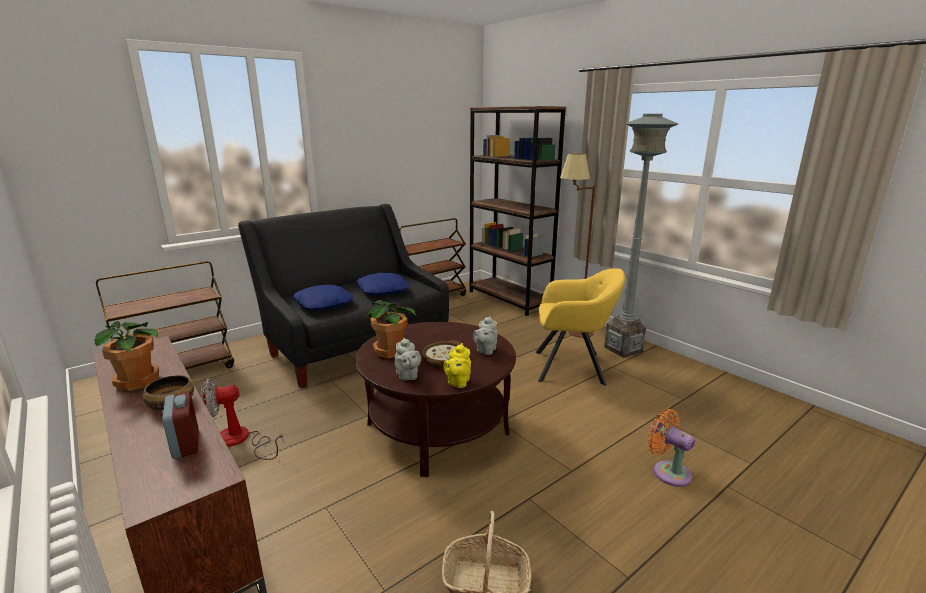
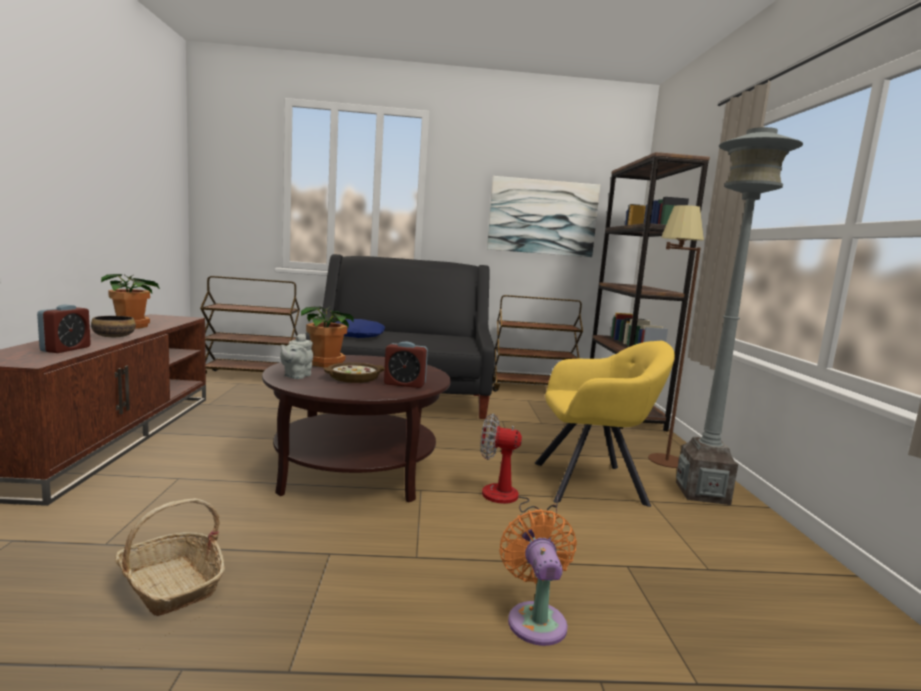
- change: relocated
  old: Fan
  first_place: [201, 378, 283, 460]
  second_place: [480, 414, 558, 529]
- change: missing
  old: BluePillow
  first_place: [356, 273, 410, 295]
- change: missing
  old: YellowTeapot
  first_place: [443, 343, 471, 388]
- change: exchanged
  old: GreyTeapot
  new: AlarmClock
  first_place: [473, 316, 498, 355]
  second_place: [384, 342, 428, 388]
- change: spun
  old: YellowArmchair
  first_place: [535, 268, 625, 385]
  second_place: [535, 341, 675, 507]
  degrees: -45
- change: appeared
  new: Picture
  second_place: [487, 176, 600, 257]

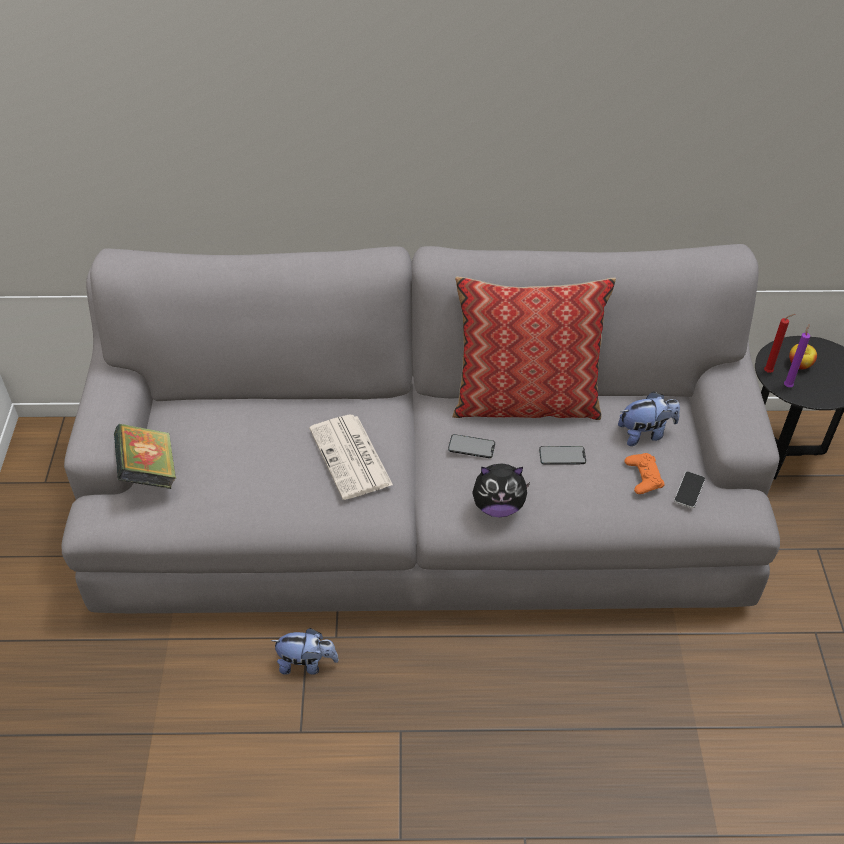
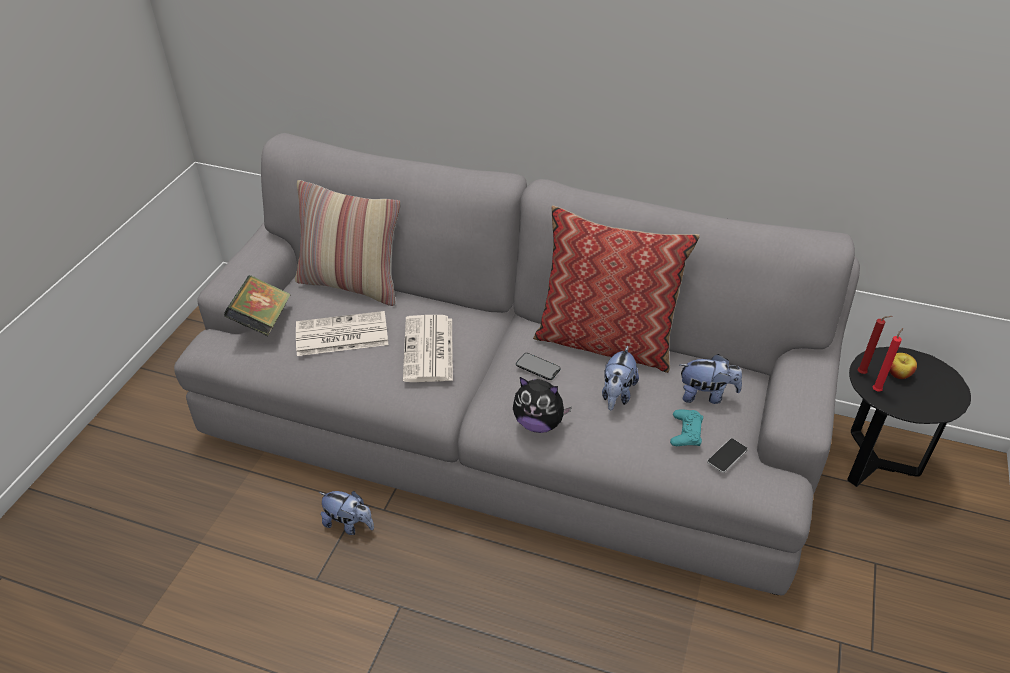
- change: exchanged
  old: Phone
  new: PlushToy
  first_place: [539, 446, 586, 465]
  second_place: [602, 346, 639, 410]
- change: colour
  old: OrangeGameController
  new: TurquoiseGameController
  first_place: [625, 453, 665, 494]
  second_place: [670, 409, 703, 446]
- change: colour
  old: PurpleCandle
  new: RedCandle
  first_place: [784, 324, 810, 387]
  second_place: [873, 328, 903, 392]
- change: appeared
  new: Pillow
  second_place: [295, 180, 401, 306]
- change: appeared
  new: Newspaper
  second_place: [296, 311, 389, 356]

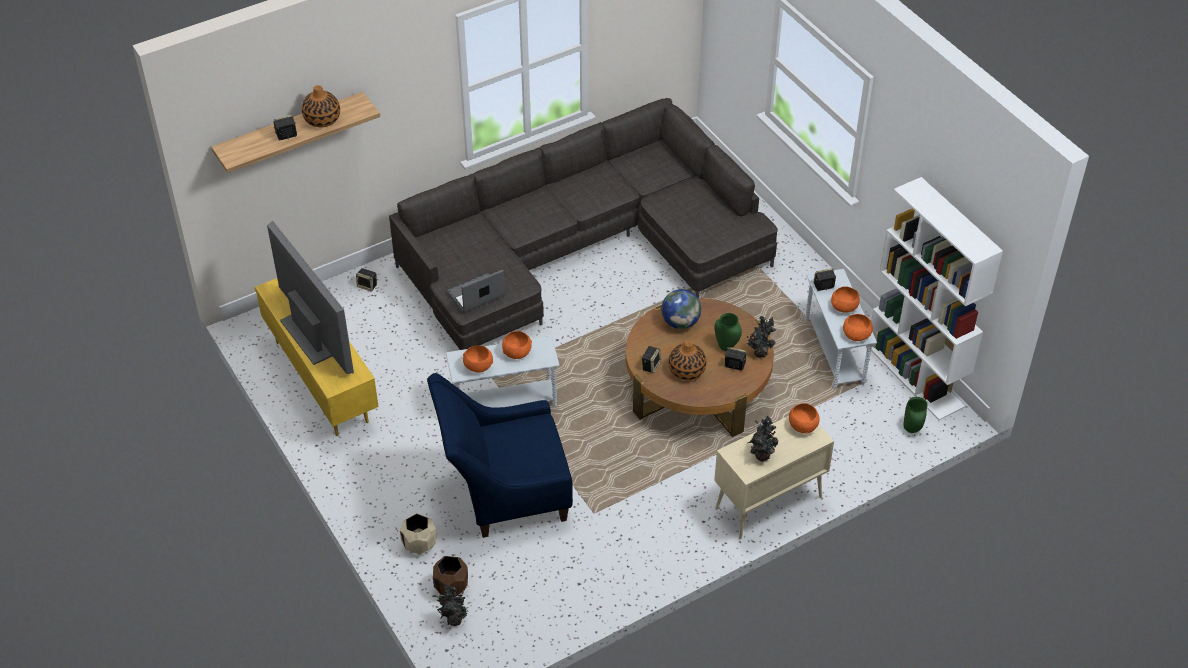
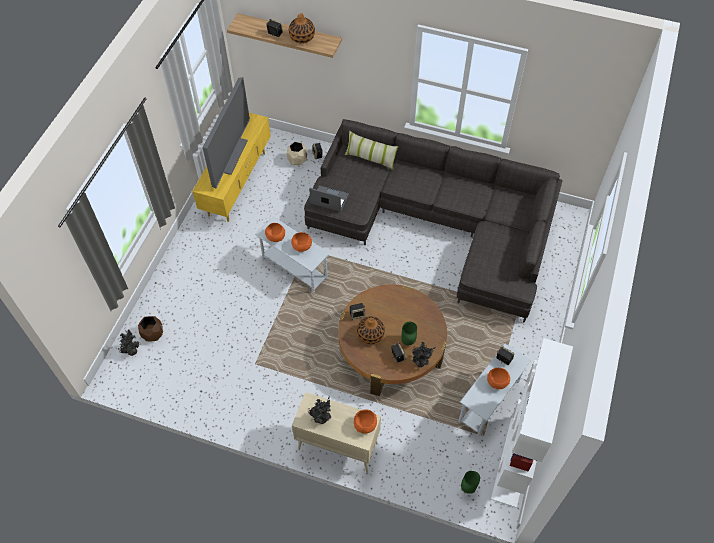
- change: relocated
  old: BeigePlanter
  first_place: [400, 513, 437, 555]
  second_place: [287, 142, 307, 166]
- change: missing
  old: BlueArmchair
  first_place: [427, 373, 573, 538]
- change: missing
  old: Globe
  first_place: [661, 289, 701, 329]
- change: missing
  old: OrangeBowl
  first_place: [843, 314, 873, 341]
- change: appeared
  new: Pillow
  second_place: [345, 131, 398, 170]

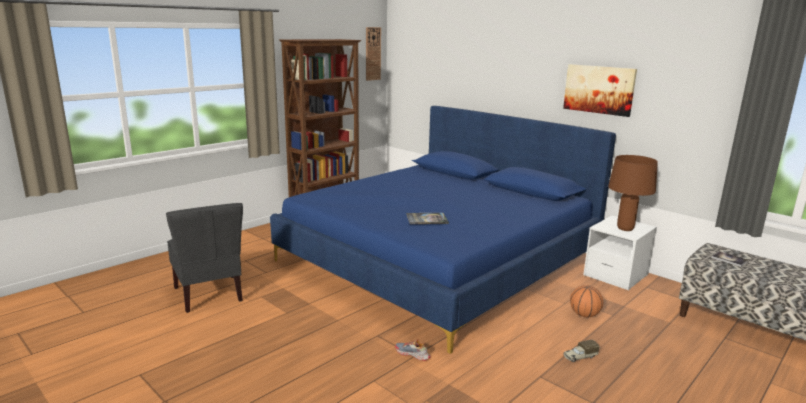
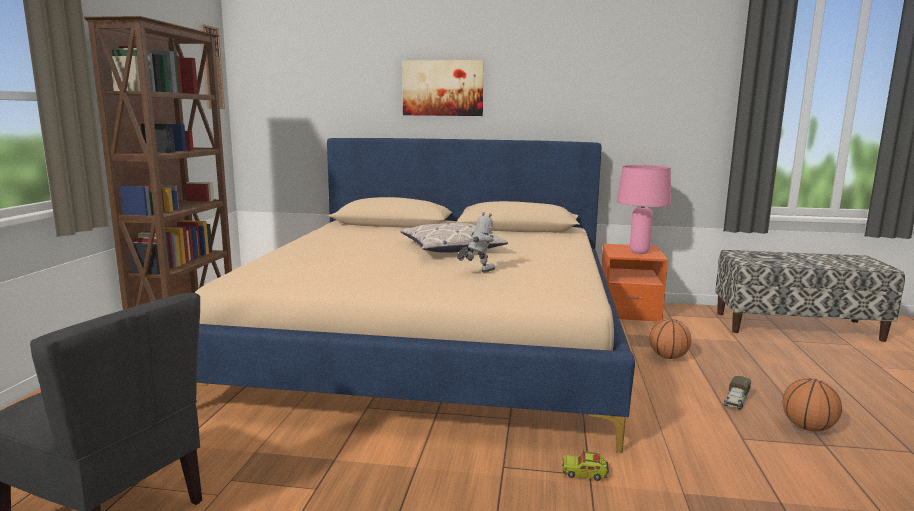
- change: colour
  old: BlueBed
  new: BeigeBed
  first_place: [270, 106, 616, 354]
  second_place: [195, 138, 635, 453]
- change: exchanged
  old: Shoe
  new: ToyTruck
  first_place: [395, 339, 431, 361]
  second_place: [562, 448, 609, 481]
- change: exchanged
  old: Book
  new: ToyRobot
  first_place: [406, 213, 449, 224]
  second_place: [457, 212, 495, 272]
- change: relocated
  old: Picture
  first_place: [563, 64, 637, 117]
  second_place: [402, 60, 484, 116]
- change: colour
  old: WhiteNightstand
  new: OrangeNightstand
  first_place: [583, 216, 657, 290]
  second_place: [601, 244, 668, 321]
- change: colour
  old: BrownTableLamp
  new: PinkTableLamp
  first_place: [608, 155, 658, 231]
  second_place: [617, 165, 671, 254]
- change: appeared
  new: Pillow
  second_place: [401, 222, 508, 253]
- change: appeared
  new: Basketball
  second_place: [783, 378, 842, 431]

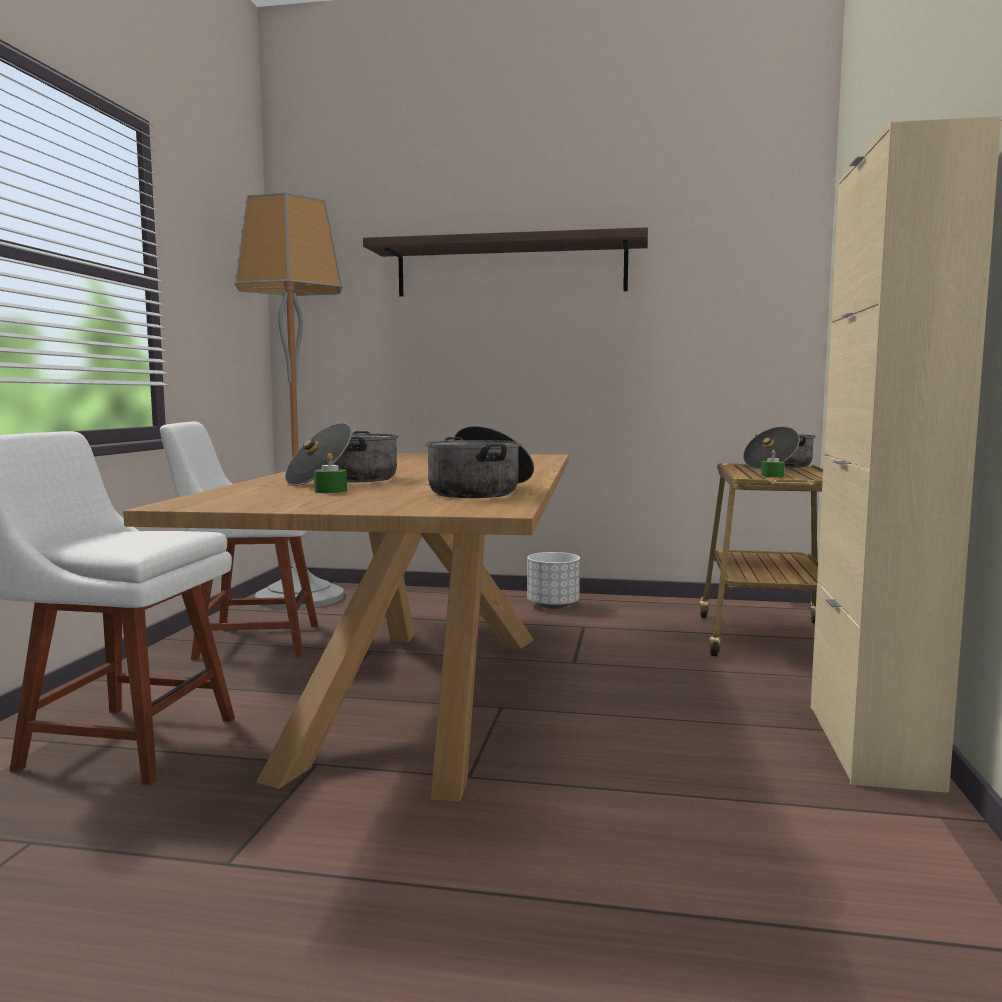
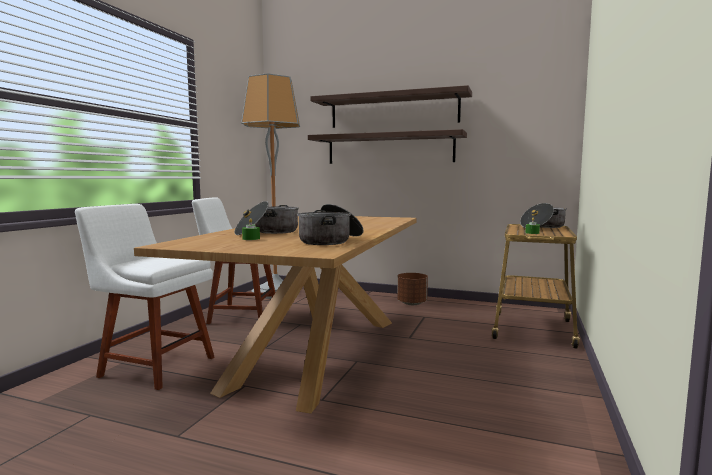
- change: colour
  old: WhitePlanter
  new: BrownPlanter
  first_place: [527, 552, 580, 609]
  second_place: [397, 273, 428, 305]
- change: missing
  old: BeigeCabinet
  first_place: [811, 116, 1001, 793]
- change: appeared
  new: Shelf
  second_place: [308, 129, 467, 164]

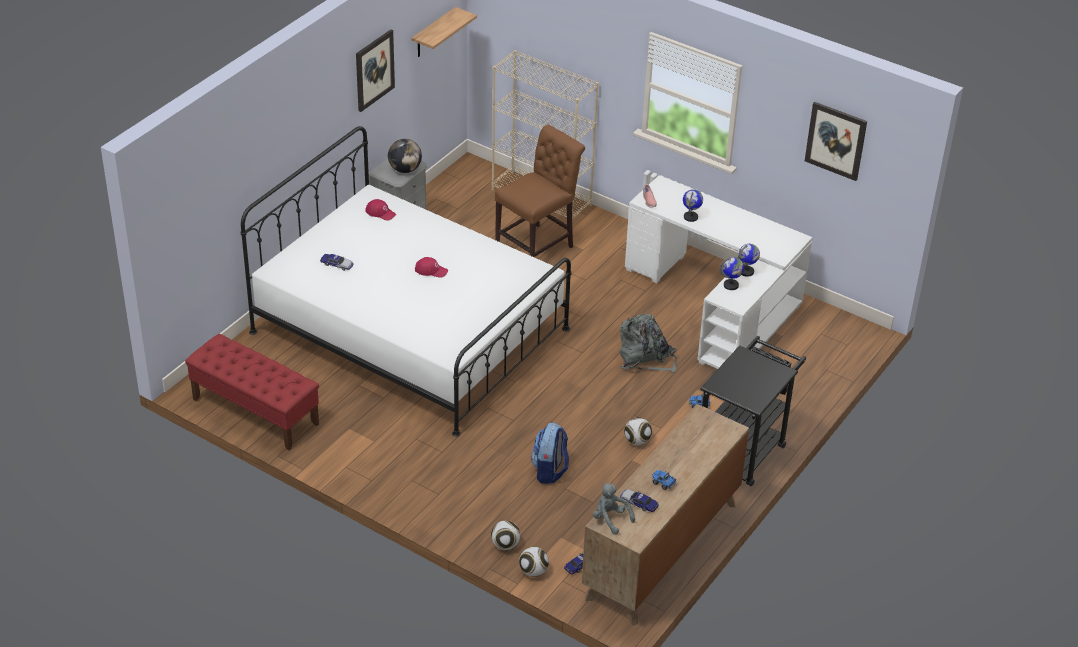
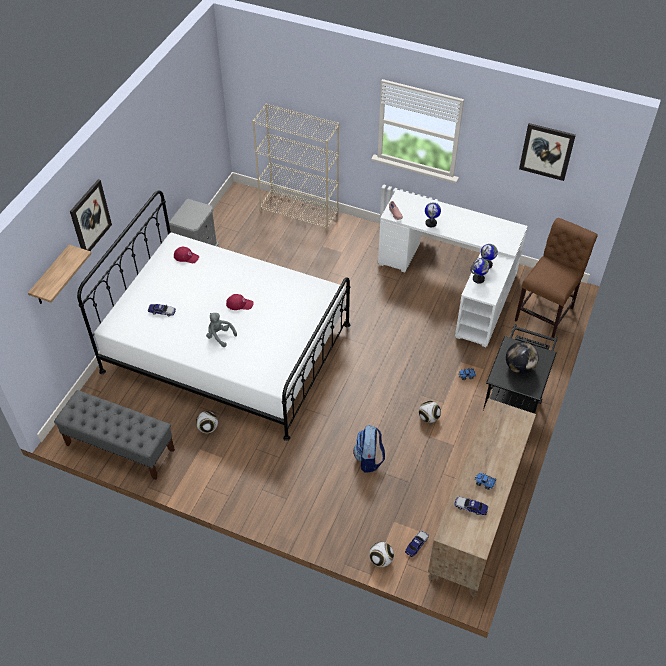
- change: colour
  old: RedBench
  new: GreyBench
  first_place: [185, 334, 319, 451]
  second_place: [54, 390, 175, 480]
- change: relocated
  old: Picture
  first_place: [356, 30, 395, 112]
  second_place: [70, 179, 112, 251]
- change: relocated
  old: Globe
  first_place: [388, 139, 422, 173]
  second_place: [506, 342, 539, 374]
- change: relocated
  old: Shelf
  first_place: [412, 7, 477, 57]
  second_place: [28, 245, 91, 304]
- change: relocated
  old: Football
  first_place: [491, 520, 520, 550]
  second_place: [196, 411, 218, 433]
- change: relocated
  old: BrownChair
  first_place: [495, 125, 585, 257]
  second_place: [515, 218, 598, 338]
- change: relocated
  old: GreyPlushToy
  first_place: [593, 483, 635, 535]
  second_place: [206, 313, 237, 347]
- change: missing
  old: GreyBackpack
  first_place: [620, 314, 677, 373]

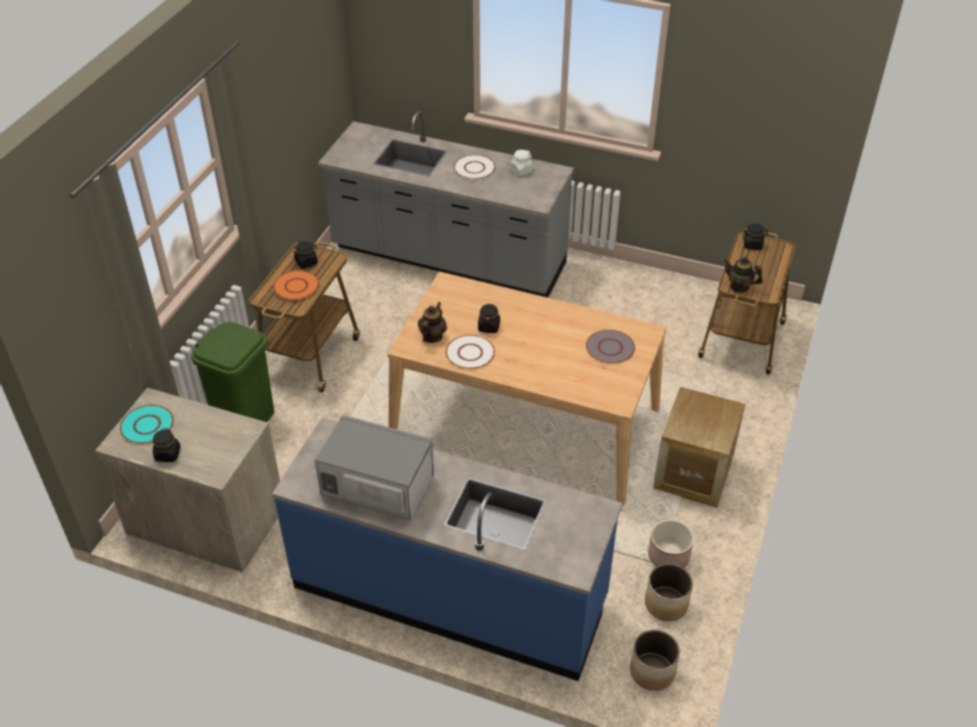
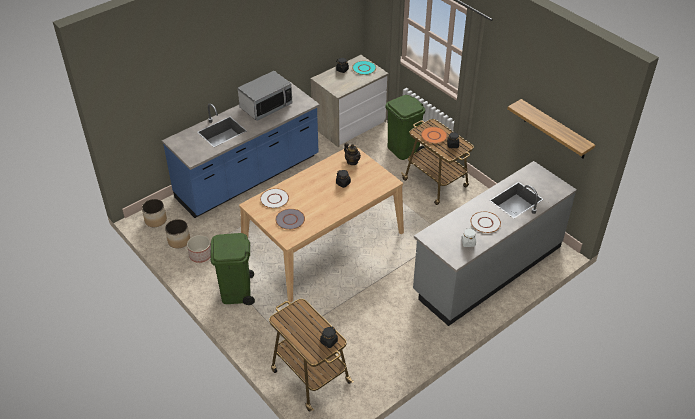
- change: relocated
  old: WhitePlate
  first_place: [446, 335, 495, 369]
  second_place: [260, 188, 289, 208]
- change: exchanged
  old: Crate
  new: GreenTrashCan
  first_place: [653, 387, 745, 508]
  second_place: [210, 233, 255, 305]
- change: missing
  old: Teapot
  first_place: [724, 256, 763, 293]
- change: appeared
  new: Shelf
  second_place: [507, 99, 595, 159]

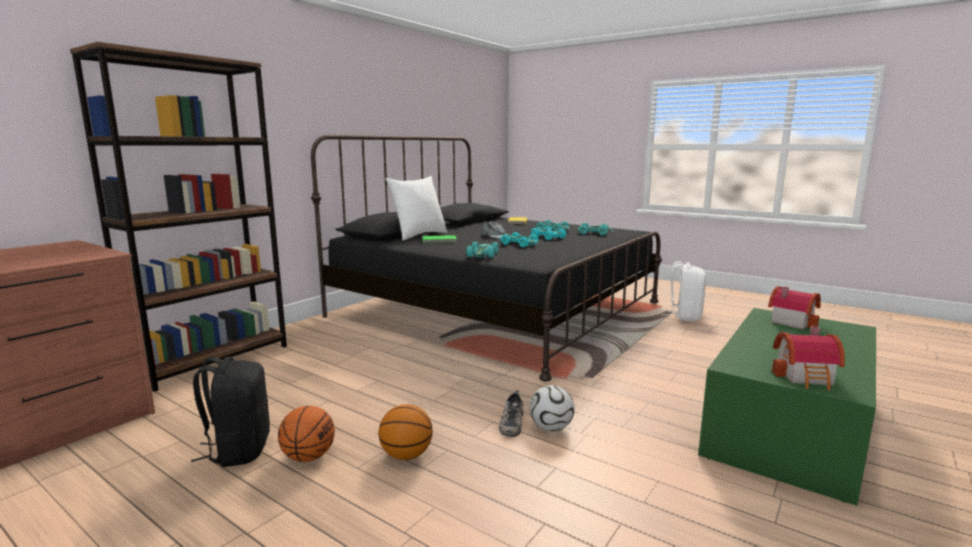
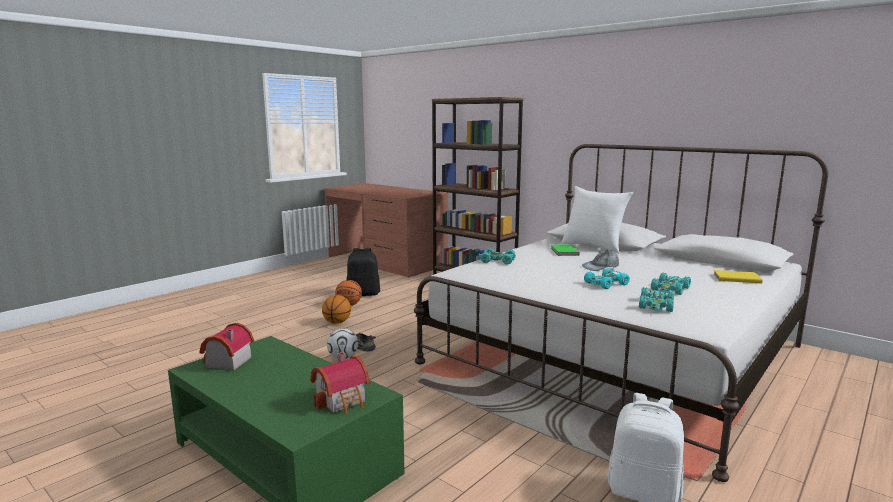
- change: colour
  old: BlackBed
  new: WhiteBed
  first_place: [311, 135, 662, 381]
  second_place: [414, 144, 828, 482]
- change: missing
  old: TurquoiseToyCar
  first_place: [500, 232, 539, 247]

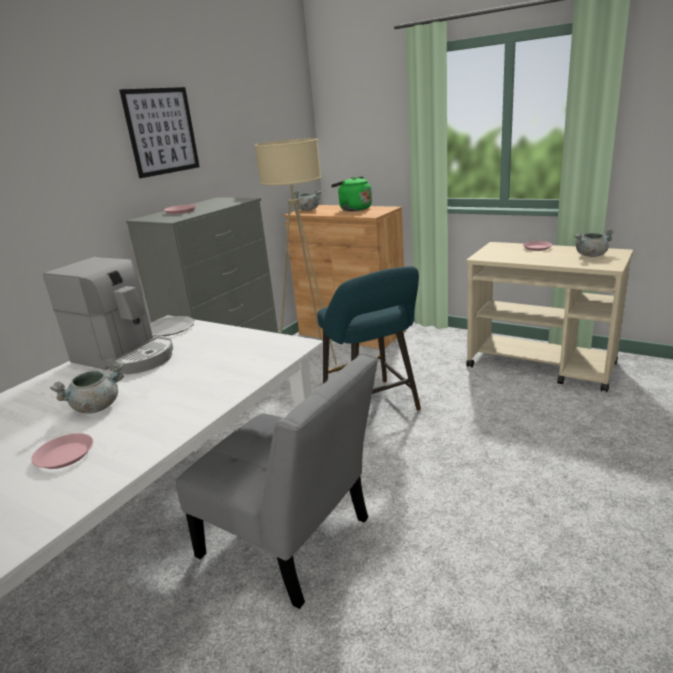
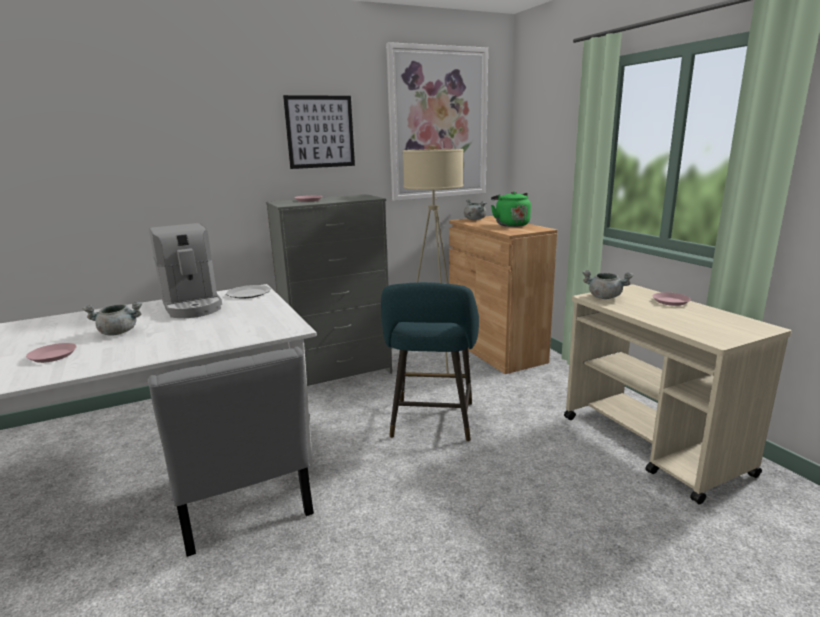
- change: relocated
  old: GreyCookingPot
  first_place: [575, 229, 615, 257]
  second_place: [582, 270, 633, 299]
- change: appeared
  new: Picture
  second_place: [386, 42, 488, 201]

